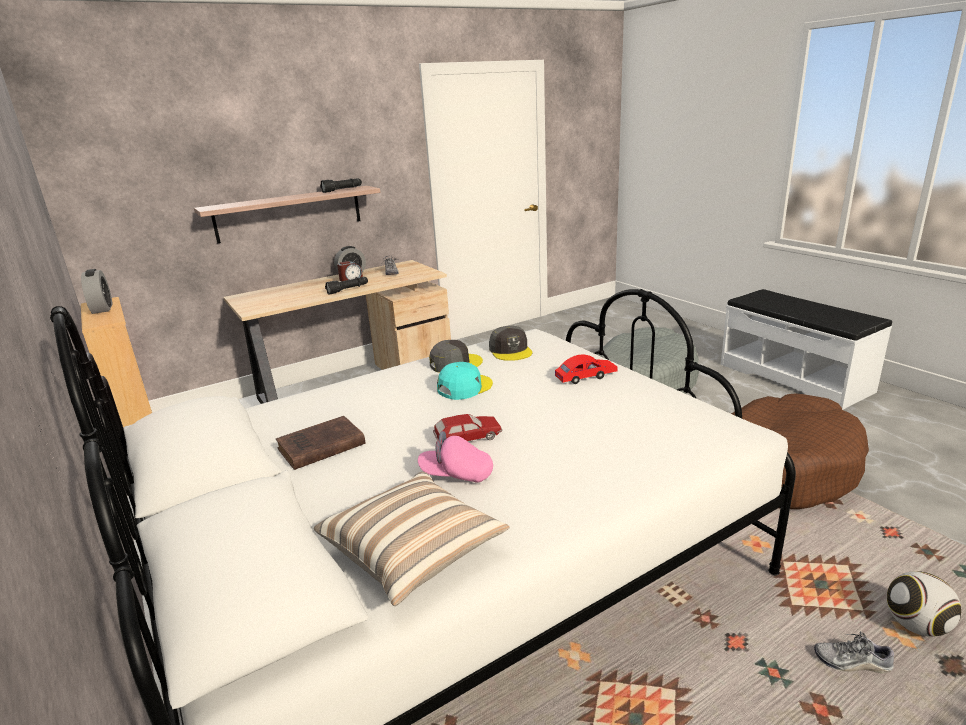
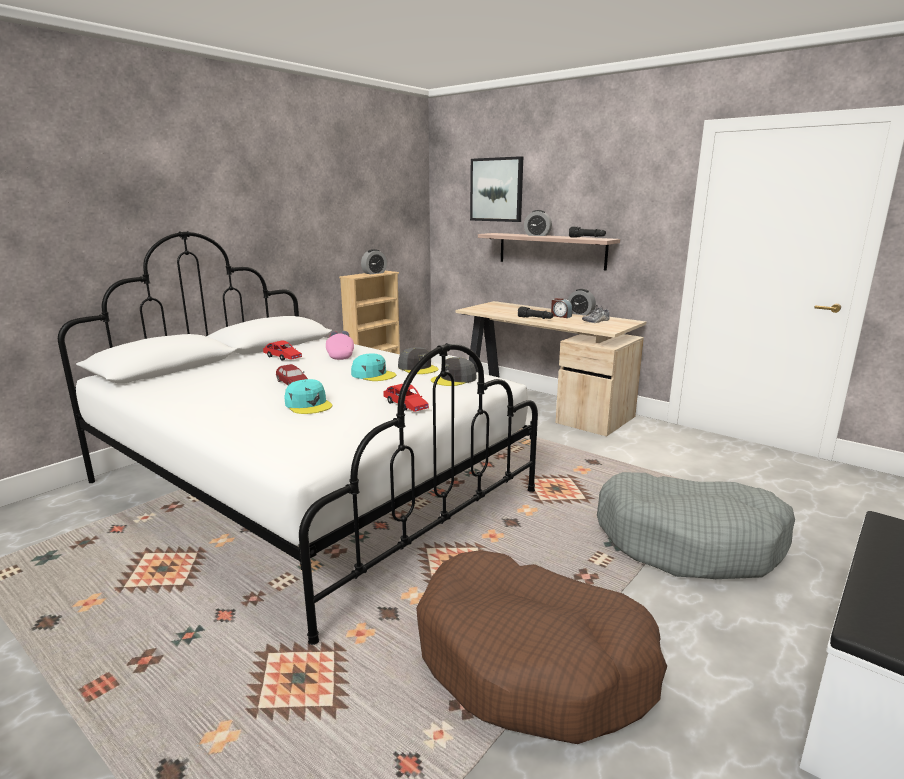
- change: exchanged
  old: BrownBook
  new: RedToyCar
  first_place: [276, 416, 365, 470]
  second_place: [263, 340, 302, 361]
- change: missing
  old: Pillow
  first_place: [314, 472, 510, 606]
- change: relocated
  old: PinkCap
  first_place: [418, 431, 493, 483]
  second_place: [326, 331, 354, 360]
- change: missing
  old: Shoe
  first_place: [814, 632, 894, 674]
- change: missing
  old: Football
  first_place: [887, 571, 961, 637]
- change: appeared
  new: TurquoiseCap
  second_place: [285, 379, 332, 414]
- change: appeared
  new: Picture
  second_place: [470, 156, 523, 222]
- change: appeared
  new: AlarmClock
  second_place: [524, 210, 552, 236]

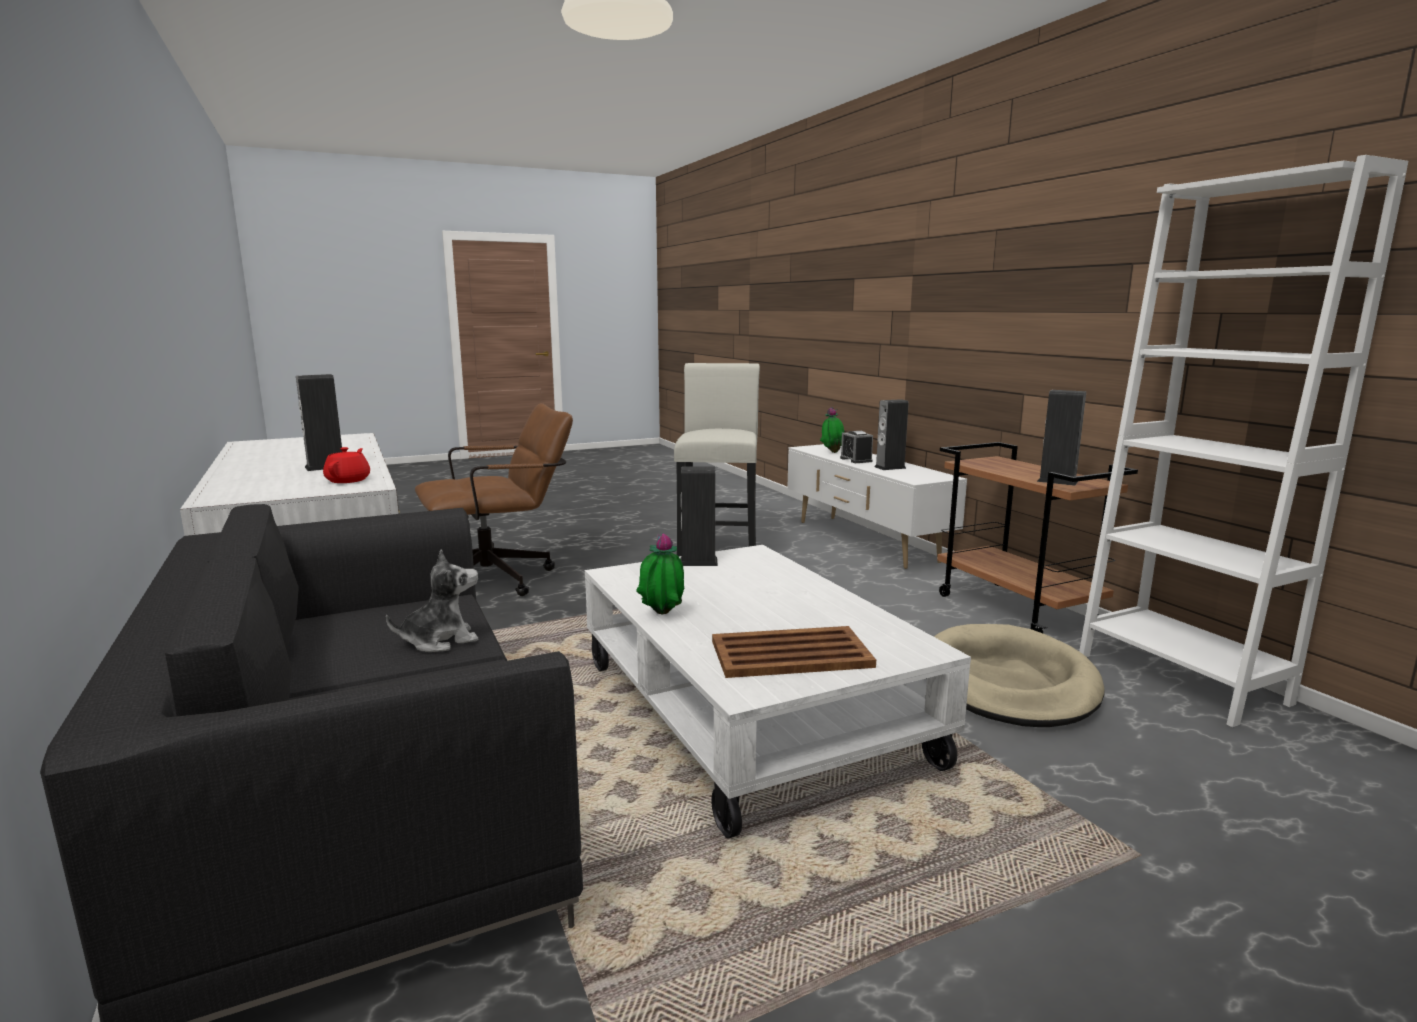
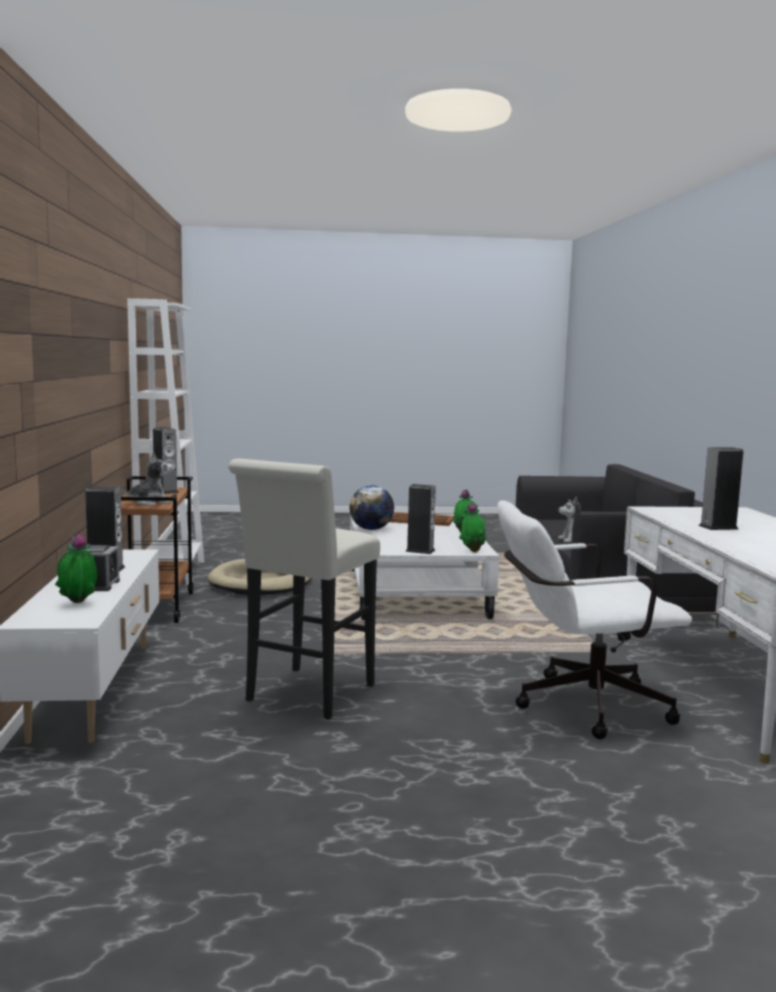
- change: missing
  old: RedTeapot
  first_place: [323, 447, 370, 483]
- change: colour
  old: BrownOfficeChair
  new: WhiteOfficeChair
  first_place: [415, 403, 573, 596]
  second_place: [497, 500, 692, 739]
- change: appeared
  new: PlushToy
  second_place: [122, 451, 173, 506]
- change: appeared
  new: Globe
  second_place: [349, 485, 394, 530]
- change: appeared
  new: PottedPlant
  second_place: [459, 503, 487, 552]

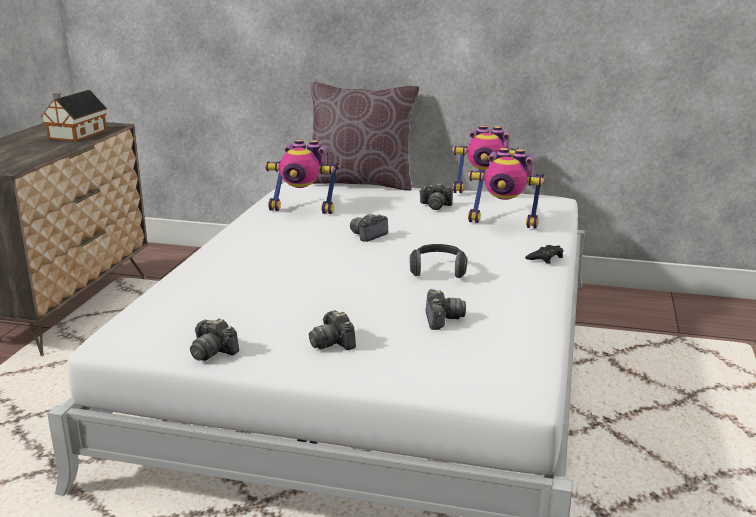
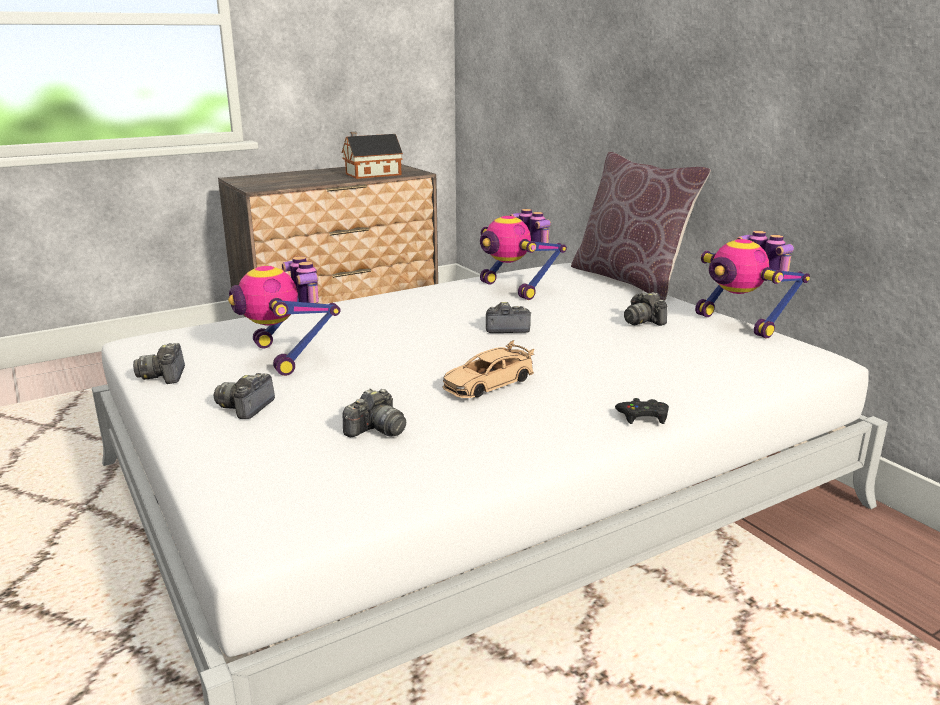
- change: exchanged
  old: Headphones
  new: BeigeToyCar
  first_place: [410, 244, 467, 278]
  second_place: [443, 340, 534, 398]
- change: relocated
  old: ToyRobot
  first_place: [468, 148, 545, 229]
  second_place: [228, 256, 341, 376]

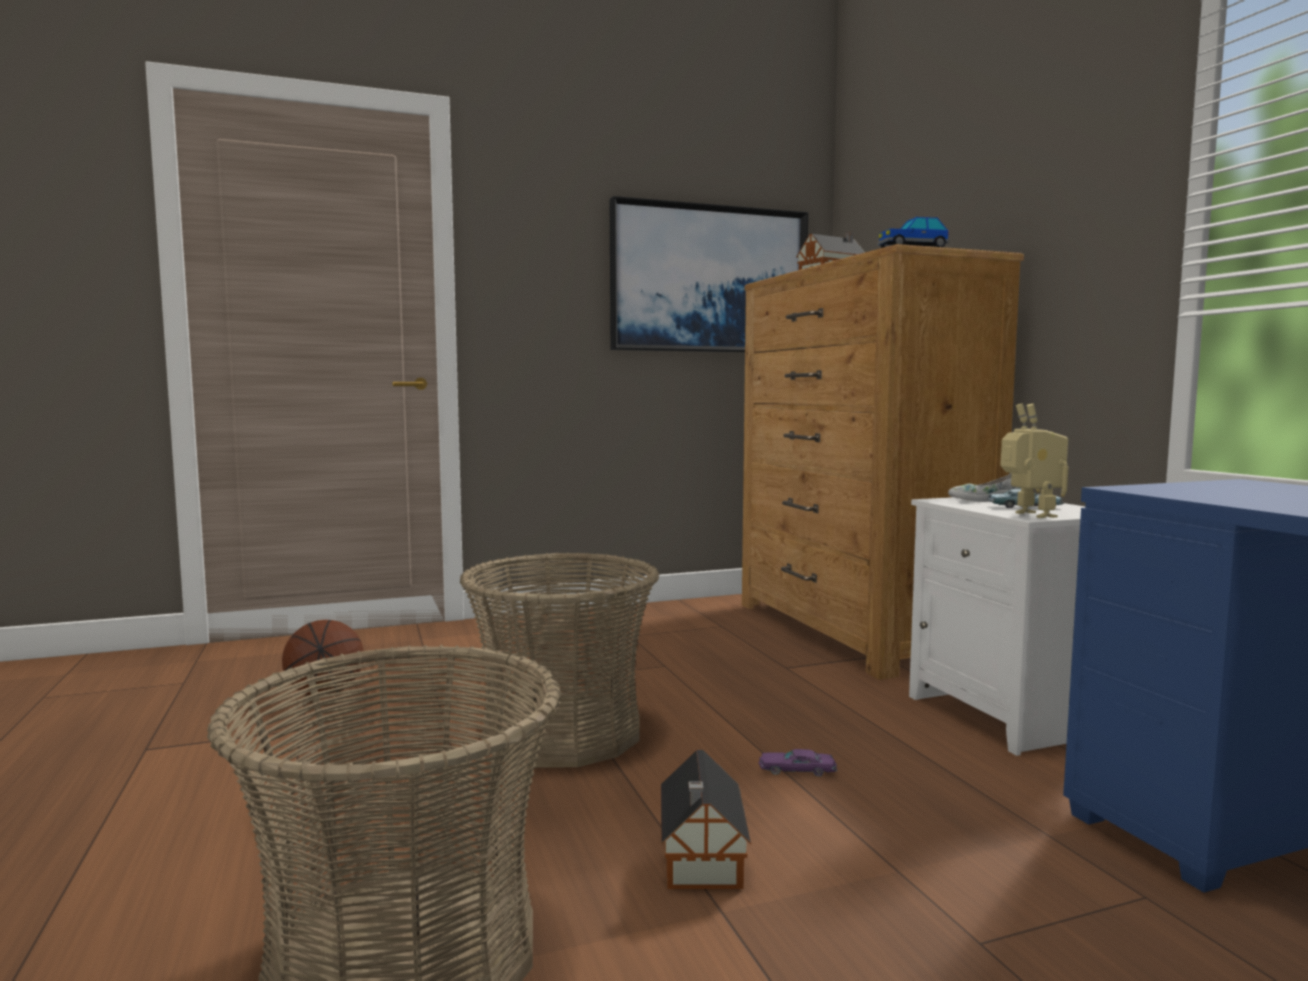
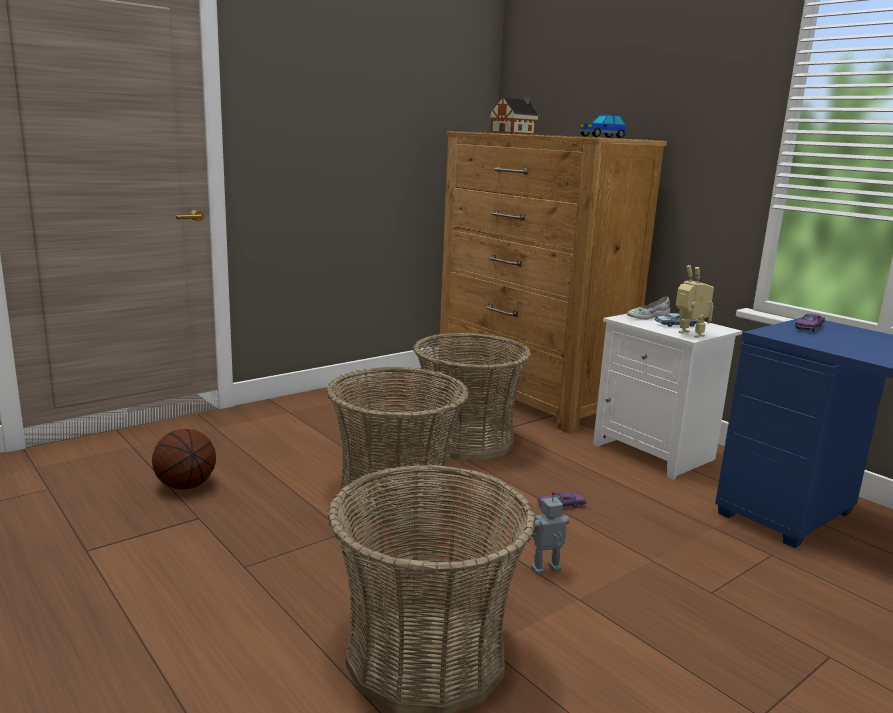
- change: missing
  old: Picture
  first_place: [610, 196, 808, 352]
- change: exchanged
  old: ToyHouse
  new: ToyRobot
  first_place: [661, 750, 751, 889]
  second_place: [531, 491, 569, 575]
- change: appeared
  new: Basket
  second_place: [413, 332, 531, 460]
- change: appeared
  new: PurpleToyCar
  second_place: [795, 314, 825, 332]

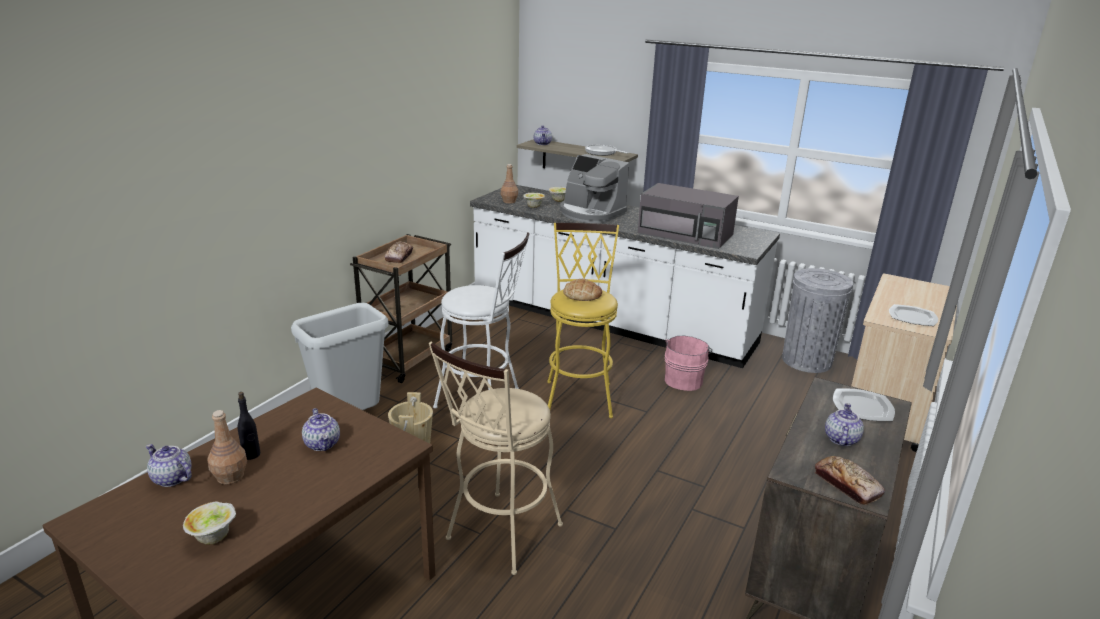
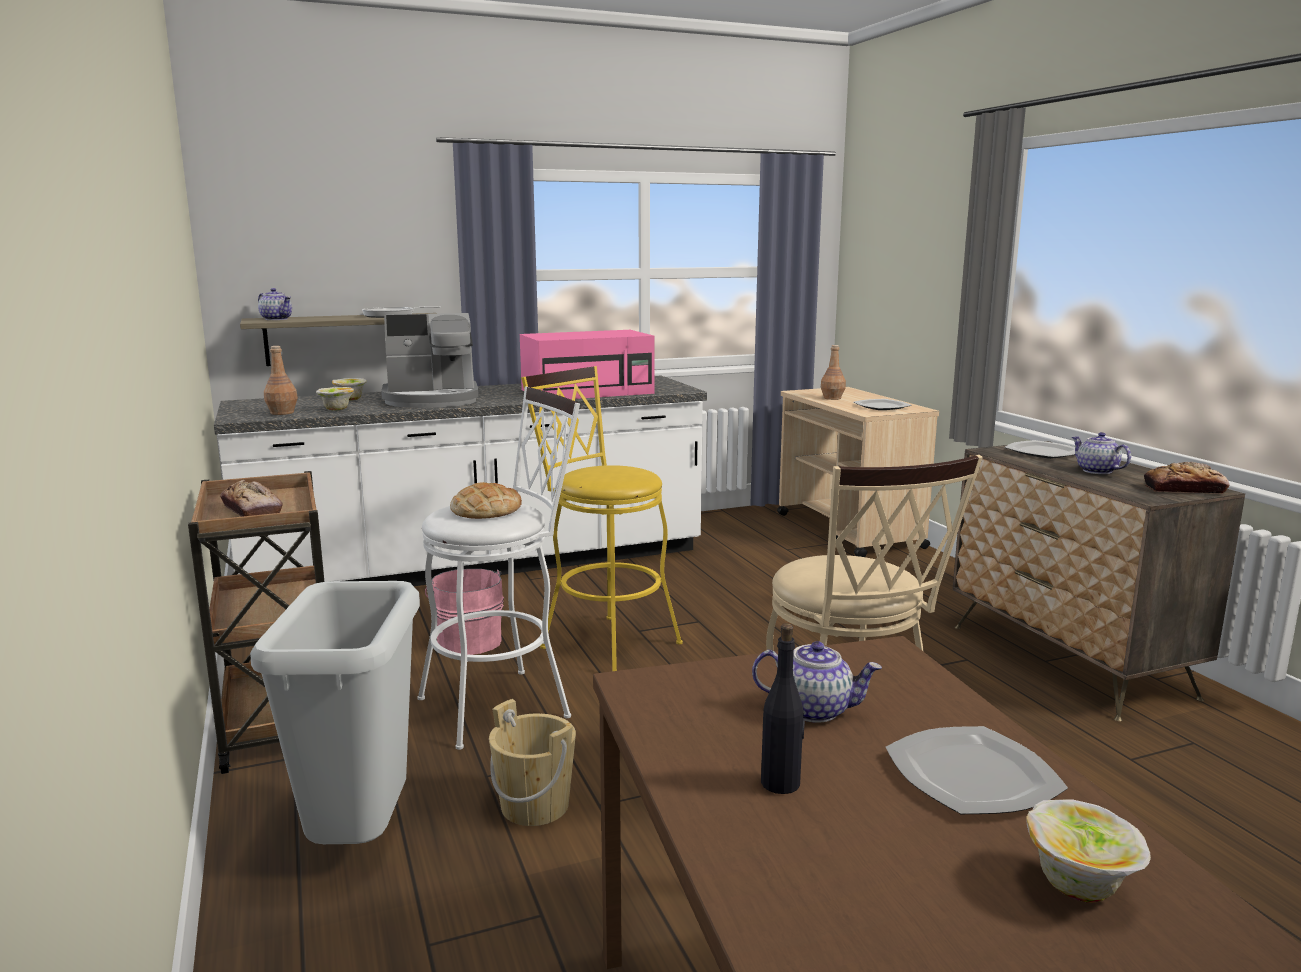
- change: missing
  old: Teapot
  first_place: [146, 444, 192, 487]
- change: relocated
  old: BrownBottle
  first_place: [207, 410, 247, 485]
  second_place: [821, 345, 846, 400]
- change: relocated
  old: Bread
  first_place: [563, 279, 602, 301]
  second_place: [450, 482, 522, 519]
- change: colour
  old: GreyMicrowave
  new: PinkMicrowave
  first_place: [638, 183, 739, 249]
  second_place: [520, 330, 655, 399]
- change: relocated
  old: PinkBucket
  first_place: [665, 336, 712, 391]
  second_place: [425, 569, 504, 655]
- change: missing
  old: GreyTrashCan
  first_place: [782, 268, 853, 373]
- change: appeared
  new: Plate
  second_place: [886, 726, 1068, 814]

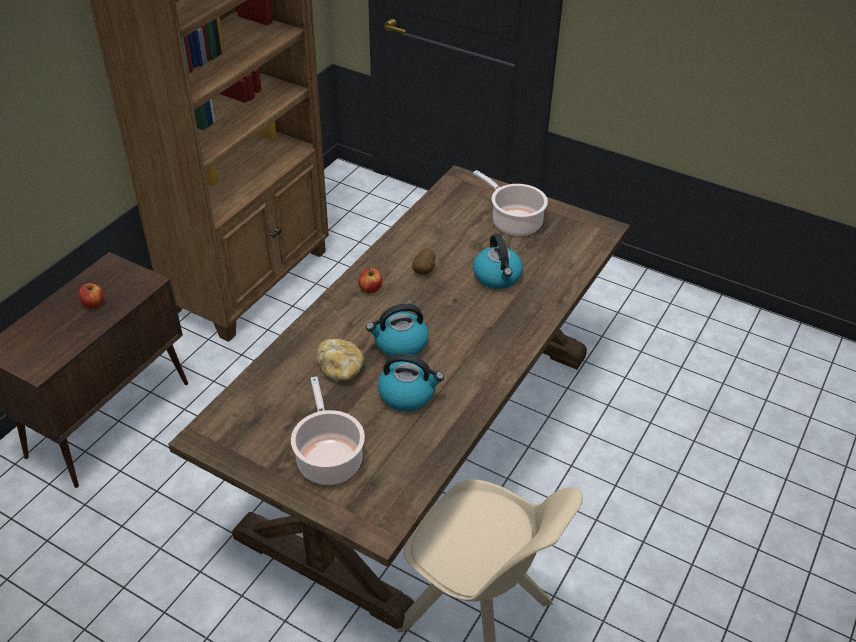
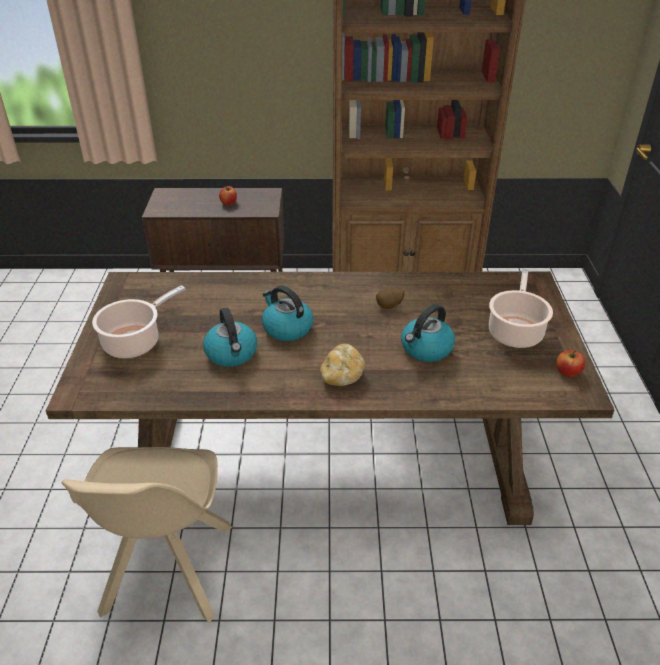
- change: relocated
  old: Bread
  first_place: [316, 339, 364, 380]
  second_place: [320, 344, 365, 386]
- change: relocated
  old: Apple
  first_place: [358, 268, 382, 293]
  second_place: [556, 350, 585, 377]

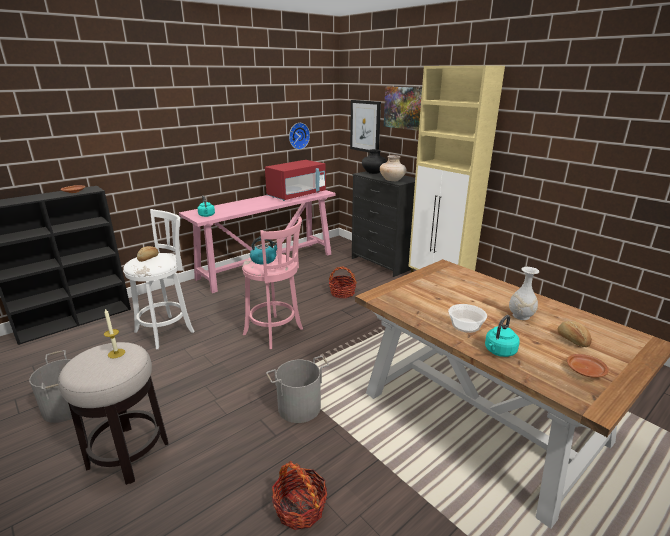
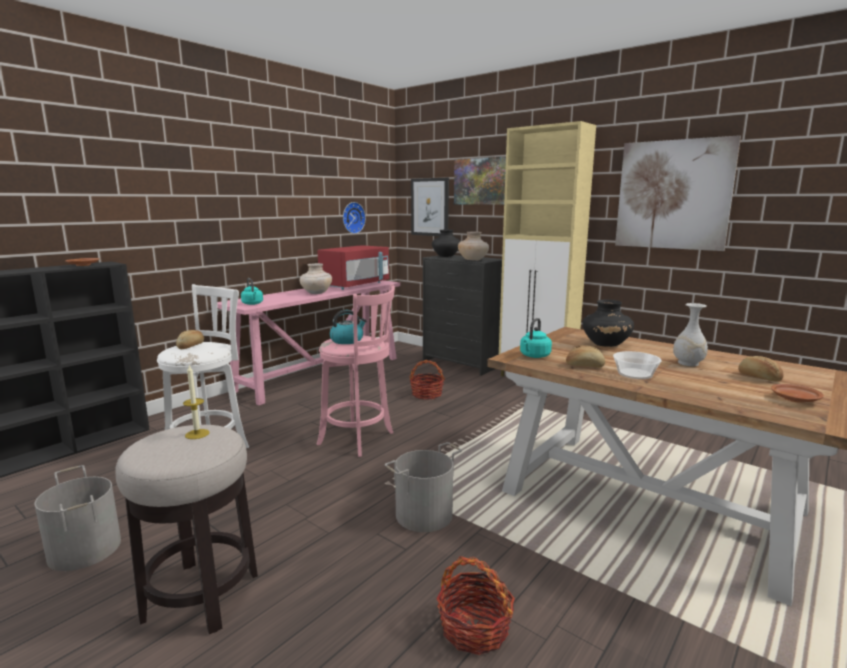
- change: relocated
  old: TurquoiseKettle
  first_place: [485, 315, 520, 357]
  second_place: [520, 318, 552, 358]
- change: appeared
  new: BeigeVase
  second_place: [300, 263, 332, 294]
- change: appeared
  new: Bread
  second_place: [566, 345, 605, 367]
- change: appeared
  new: BlackVase
  second_place: [582, 300, 634, 347]
- change: appeared
  new: Picture
  second_place: [615, 135, 741, 251]

